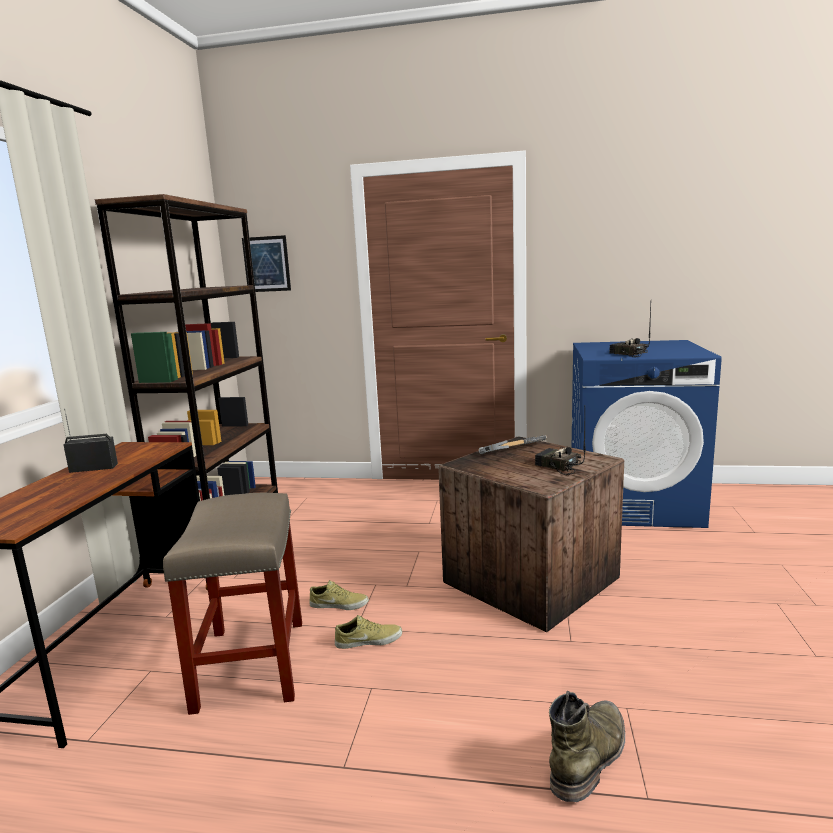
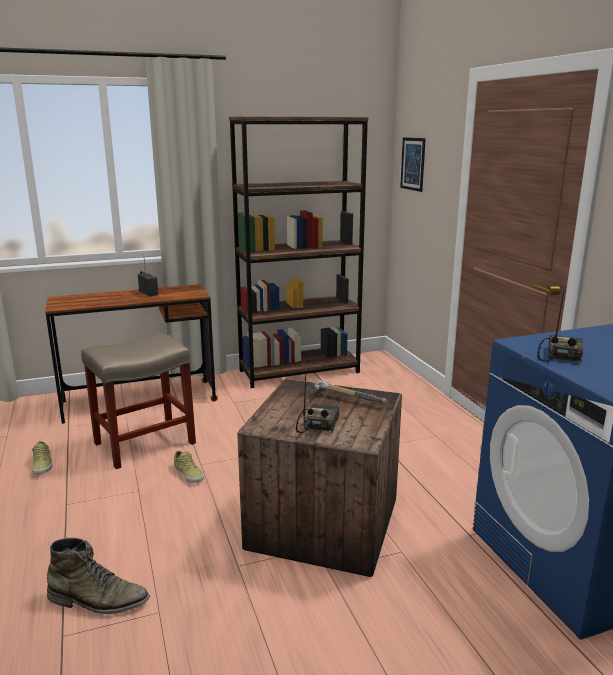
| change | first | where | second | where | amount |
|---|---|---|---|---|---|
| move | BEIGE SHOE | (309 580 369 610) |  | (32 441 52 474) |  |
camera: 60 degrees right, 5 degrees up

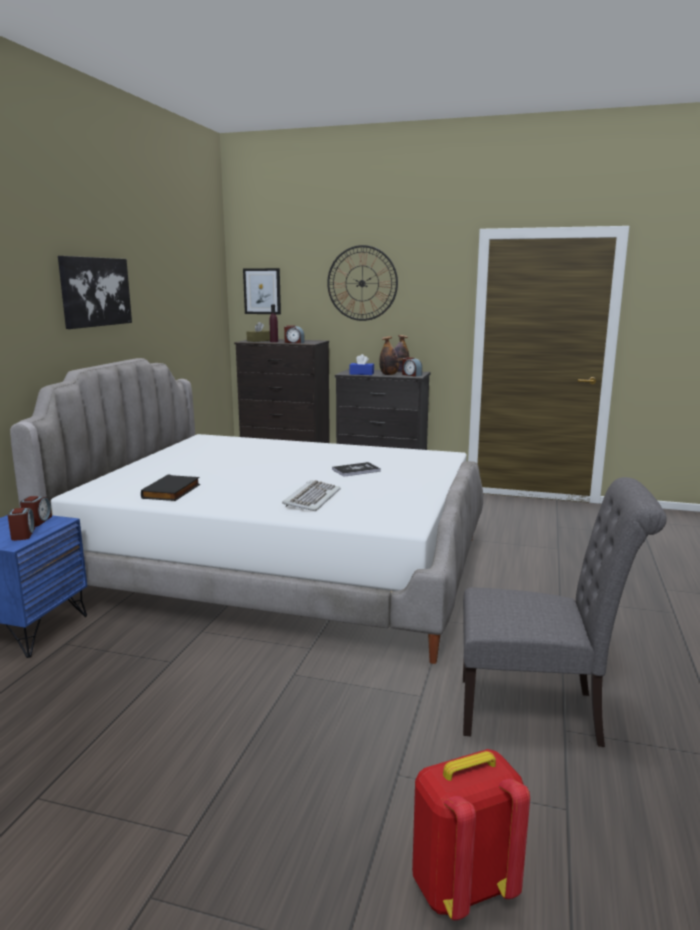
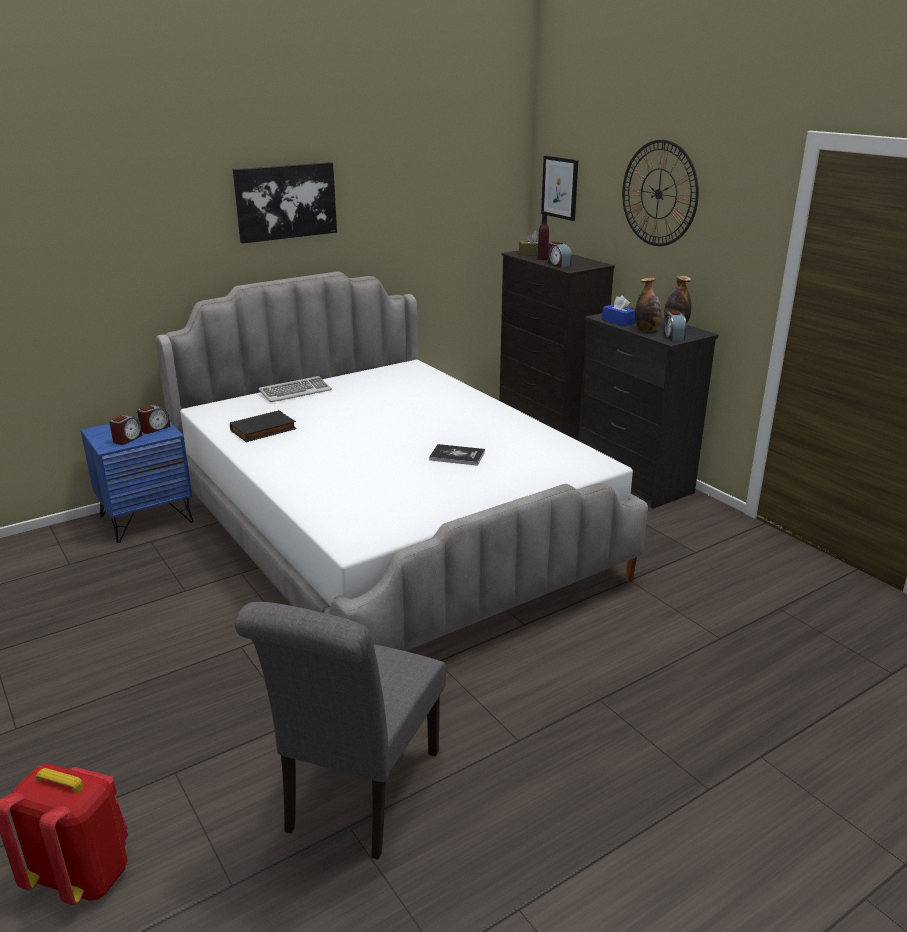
| change | first | where | second | where | amount |
|---|---|---|---|---|---|
| move | KEYBOARD | (282 480 341 511) |  | (258 376 332 402) |  |
| rotate | GREY CHAIR | (463 477 667 747) |  | (235 602 446 860) | 60 degrees clockwise |
camera: 40 degrees right, 10 degrees up

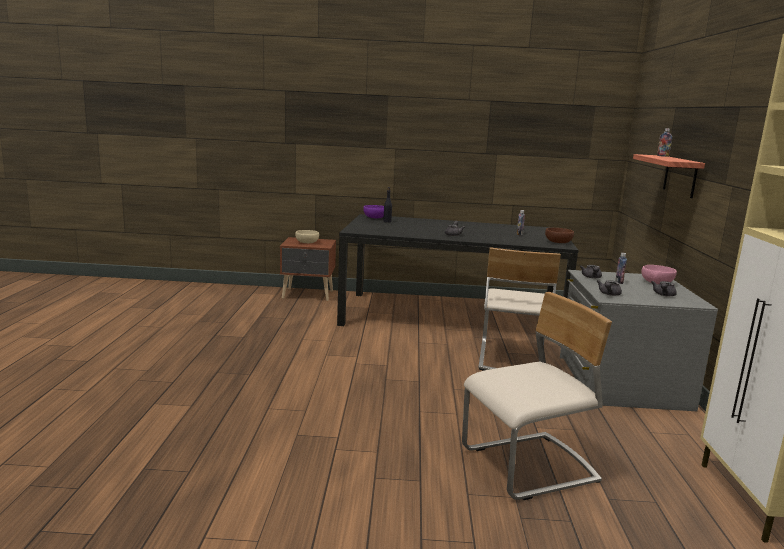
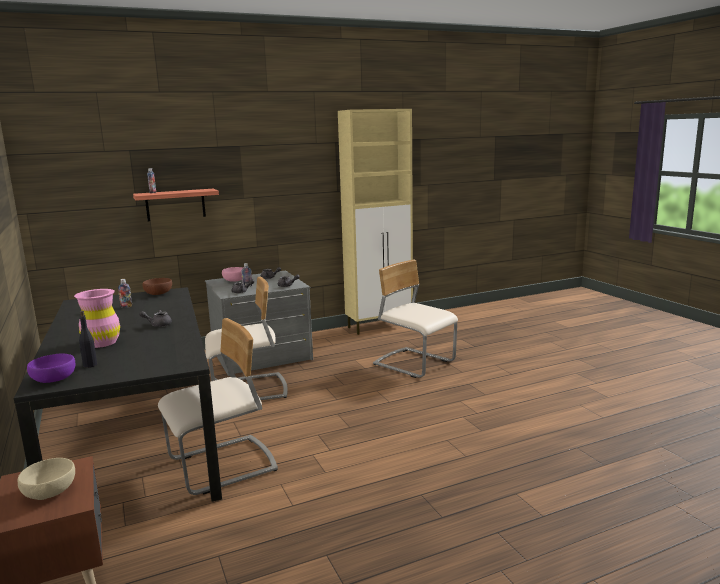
| change | first | where | second | where | amount |
|---|---|---|---|---|---|
| insert |  |  | PINK VASE | (74 289 120 348) |  |
| insert |  |  | BEIGE CHAIR | (158 318 278 495) |  |
camera: 115 degrees left, 0 degrees up

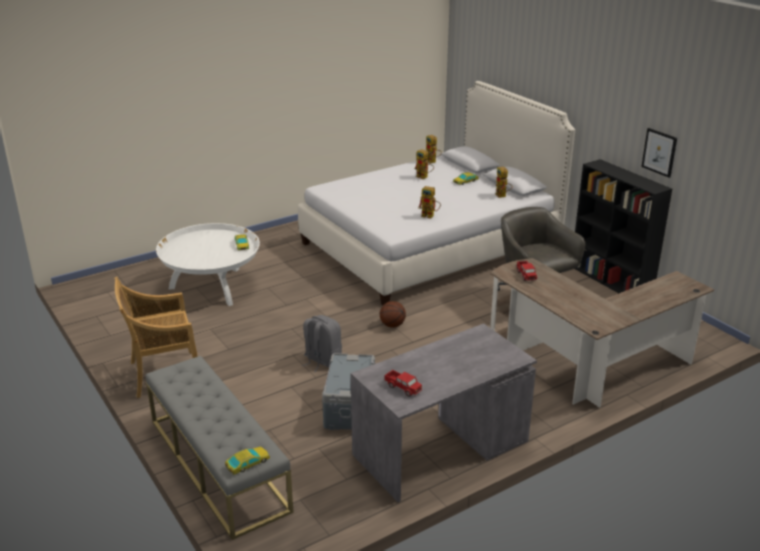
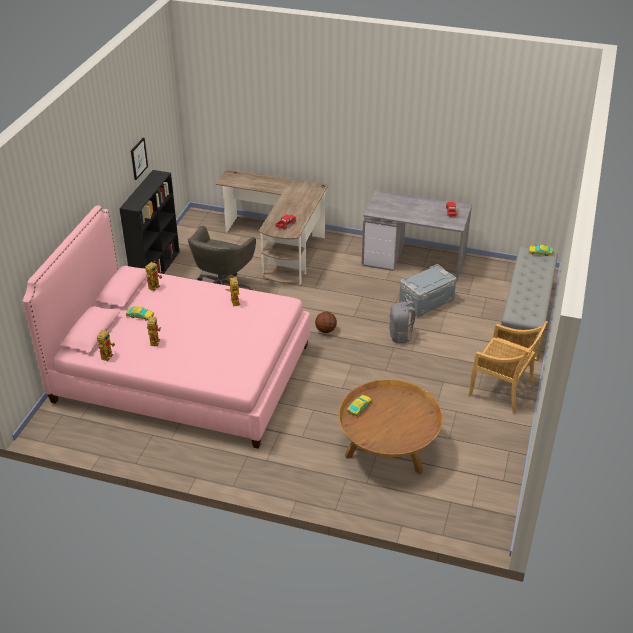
| change | first | where | second | where | amount |
|---|---|---|---|---|---|
| recolor | WHITE COFFEE TABLE | (156 223 260 306) | BROWN COFFEE TABLE | (338 379 443 475) |  |
| recolor | WHITE BED | (298 81 575 305) | PINK BED | (23 205 310 449) |  |
camera: 130 degrees left, 10 degrees up

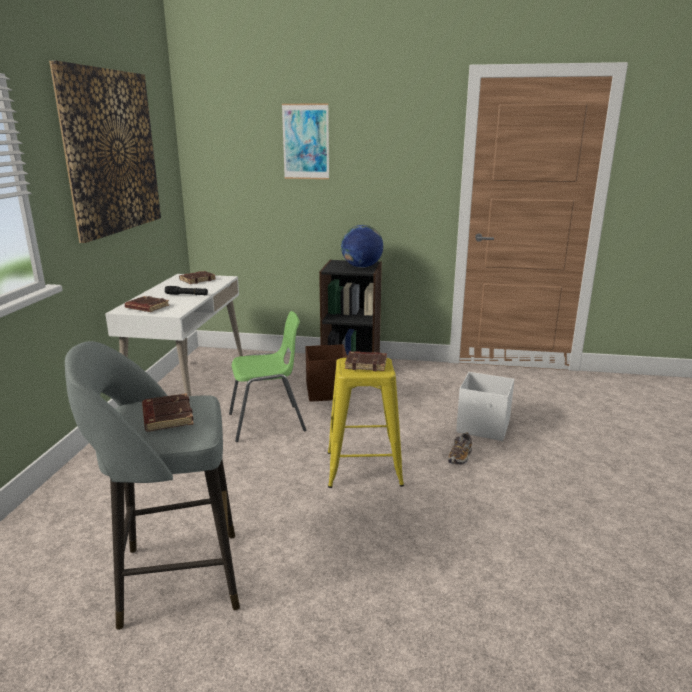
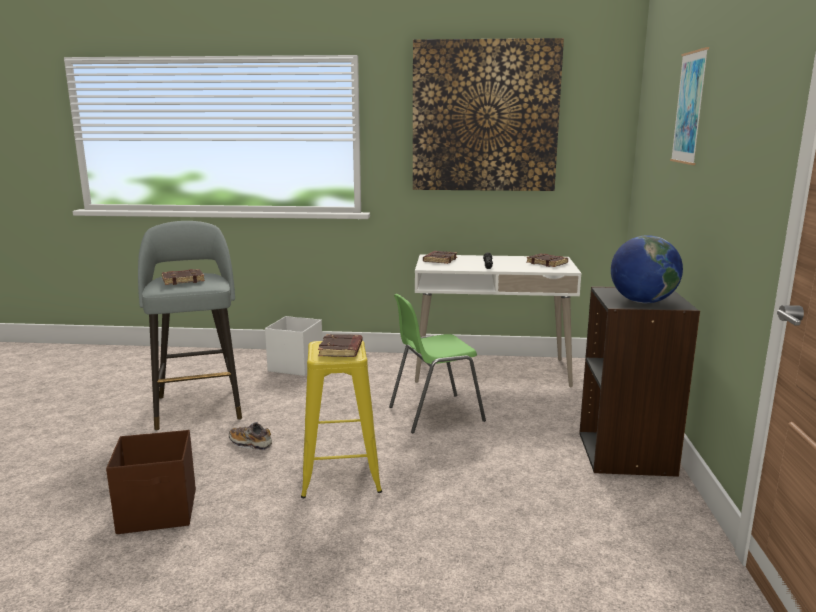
| change | first | where | second | where | amount |
|---|---|---|---|---|---|
| move | BROWN STORAGE BOX | (305 344 347 402) |  | (106 430 196 534) |  |
| move | SHOE | (448 432 472 465) |  | (229 422 272 450) |  |
| move | WHITE STORAGE BOX | (456 372 514 441) |  | (265 316 322 376) |  |
| rotate | GREEN CHAIR | (229 311 306 442) |  | (389 294 486 433) | 90 degrees clockwise |
camera: 85 degrees right, 5 degrees down

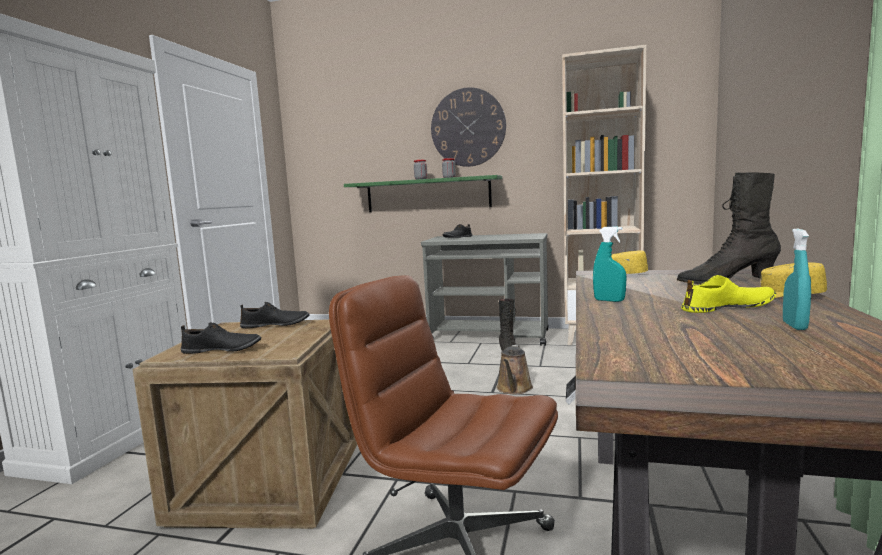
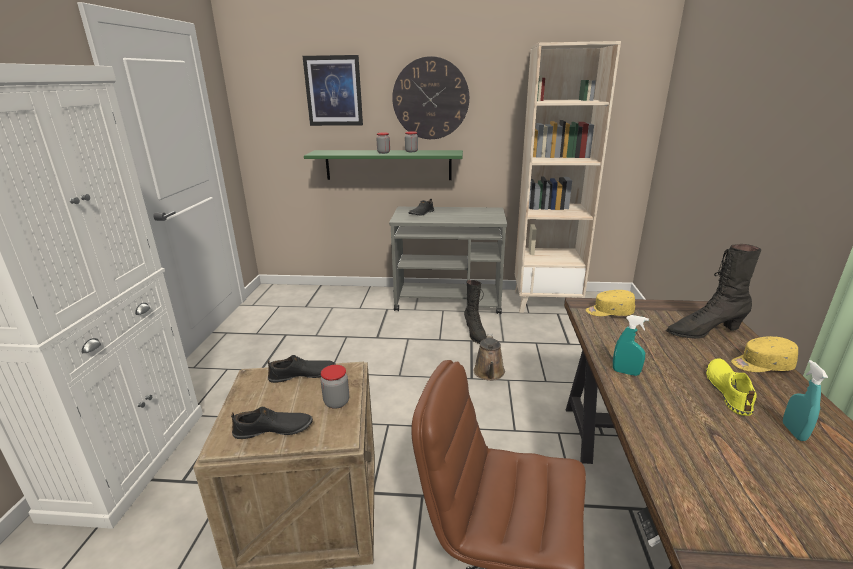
| change | first | where | second | where | amount |
|---|---|---|---|---|---|
| insert |  |  | PICTURE | (303 55 363 126) |  |
| insert |  |  | JAR | (321 365 349 409) |  |
| rotate | YELLOW SHOE | (681 275 776 313) |  | (706 358 757 416) | 60 degrees counterclockwise |
camera: 10 degrees left, 15 degrees up

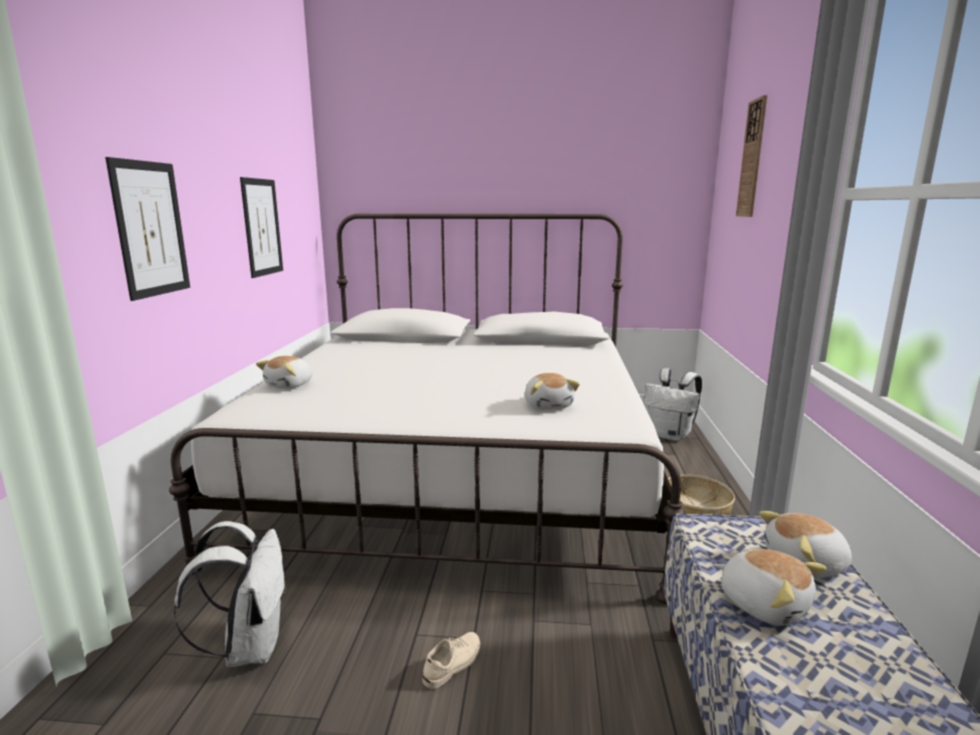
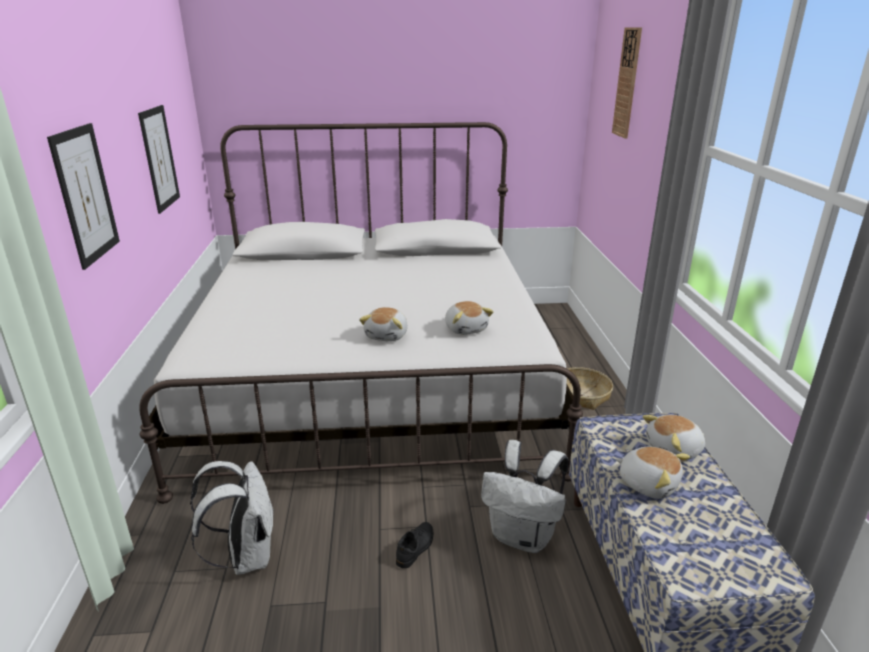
| change | first | where | second | where | amount |
|---|---|---|---|---|---|
| move | PLUSH TOY | (256 356 312 389) |  | (359 307 408 342) |  |
| move | WHITE BACKPACK | (643 368 702 441) |  | (481 440 569 553) |  |
| recolor | BEIGE SHOE | (422 632 480 689) | BLACK SHOE | (396 522 434 568) |  |
camera: 10 degrees left, 10 degrees up

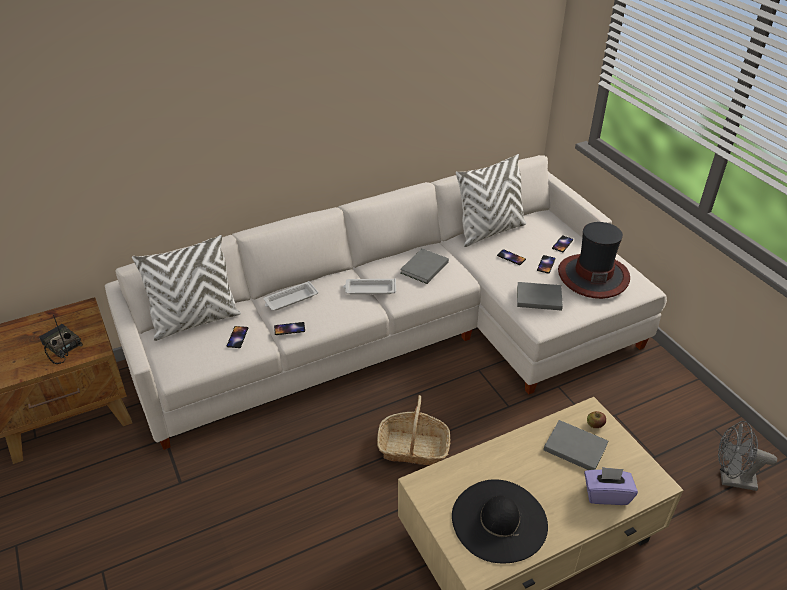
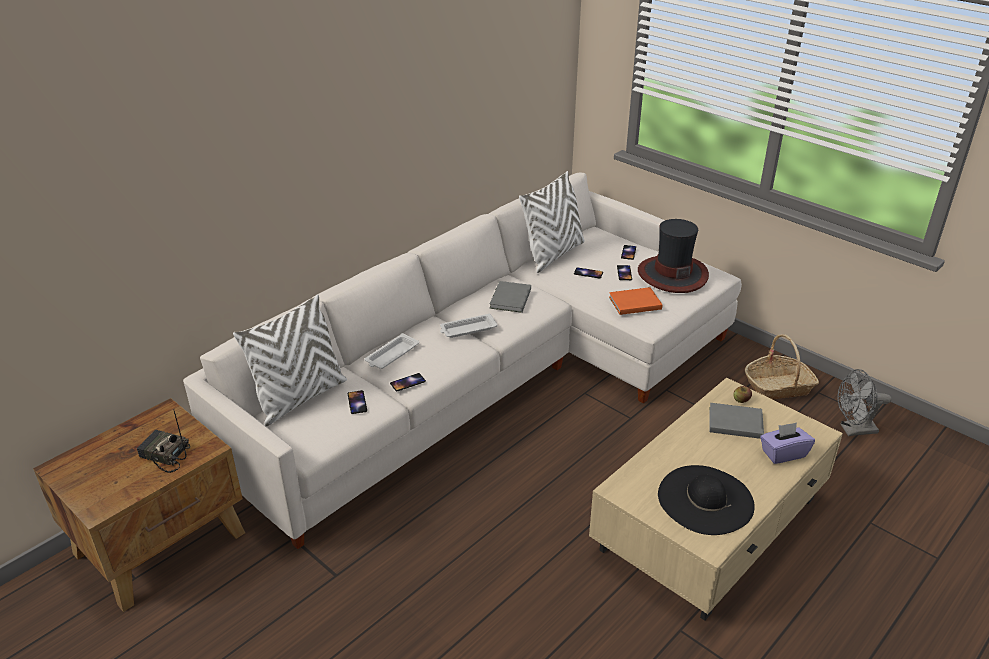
| change | first | where | second | where | amount |
|---|---|---|---|---|---|
| move | BASKET | (377 395 451 465) |  | (745 334 819 400) |  |
| recolor | GREY BOOK | (517 282 563 311) | ORANGE BOOK | (609 287 662 315) |  |
camera: 20 degrees left, 5 degrees down

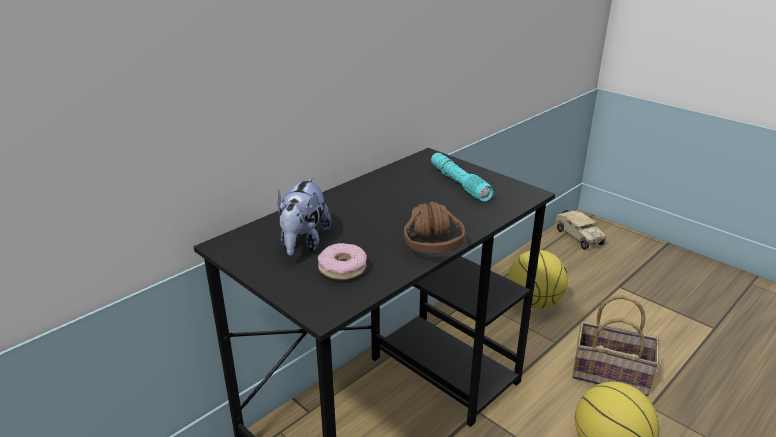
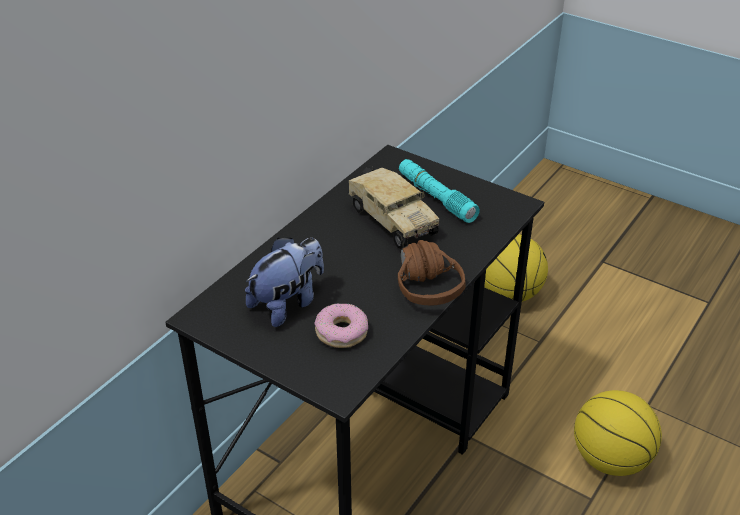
| change | first | where | second | where | amount |
|---|---|---|---|---|---|
| delete | BASKET | (572 295 659 396) |  |  |  |
| move | TOY TRUCK | (555 210 606 250) |  | (348 167 439 249) |  |
| rotate | PLUSH TOY | (278 177 331 256) |  | (245 238 324 327) | 135 degrees counterclockwise |
camera: 10 degrees left, 10 degrees up

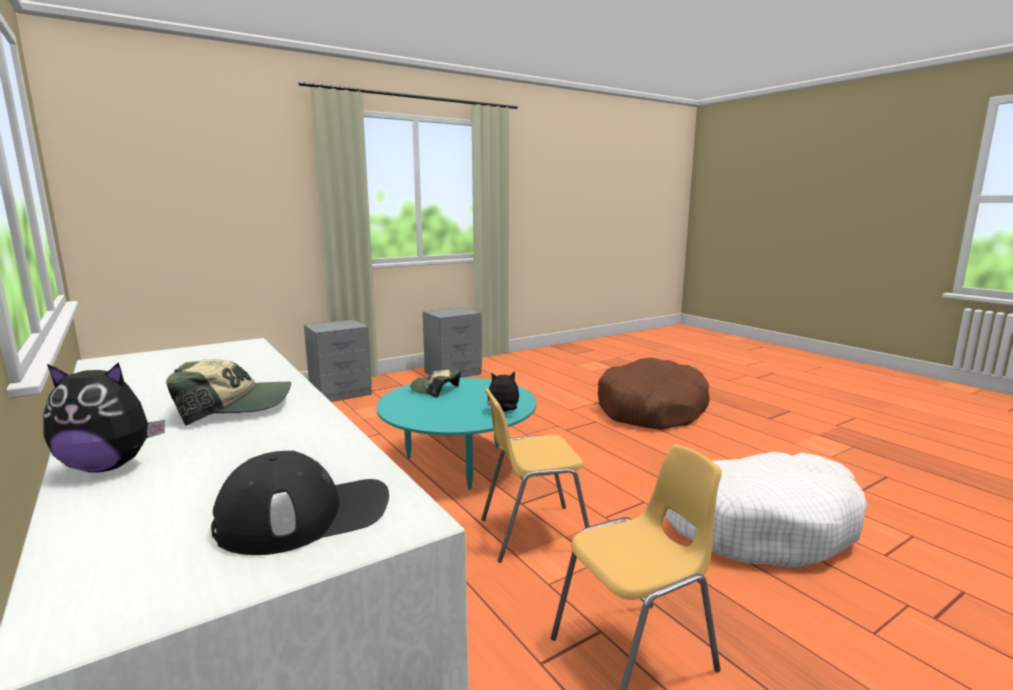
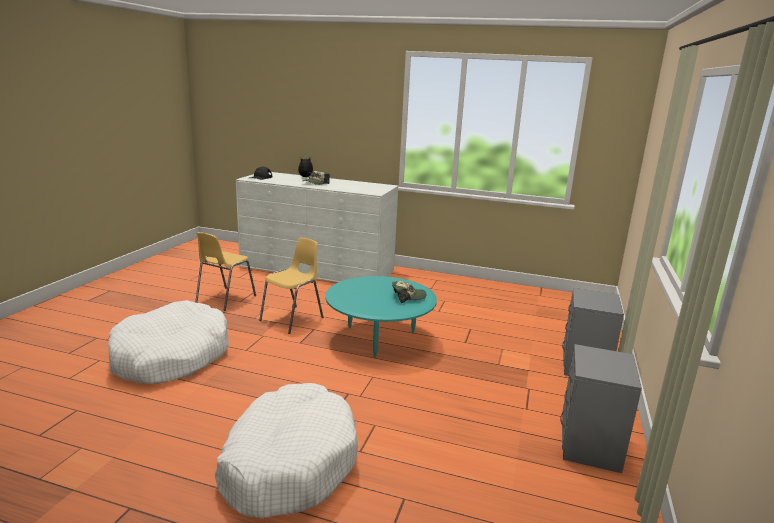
| change | first | where | second | where | amount |
|---|---|---|---|---|---|
| delete | PLUSH TOY | (487 371 519 412) |  |  |  |
| recolor | BROWN DOG BED | (598 358 710 429) | WHITE DOG BED | (215 383 358 518) |  |
camera: 140 degrees right, 5 degrees up

